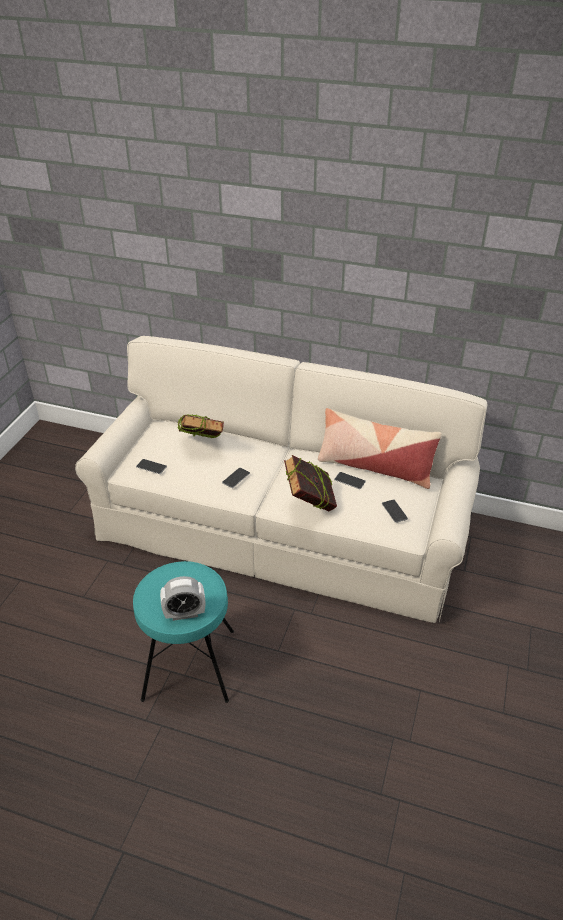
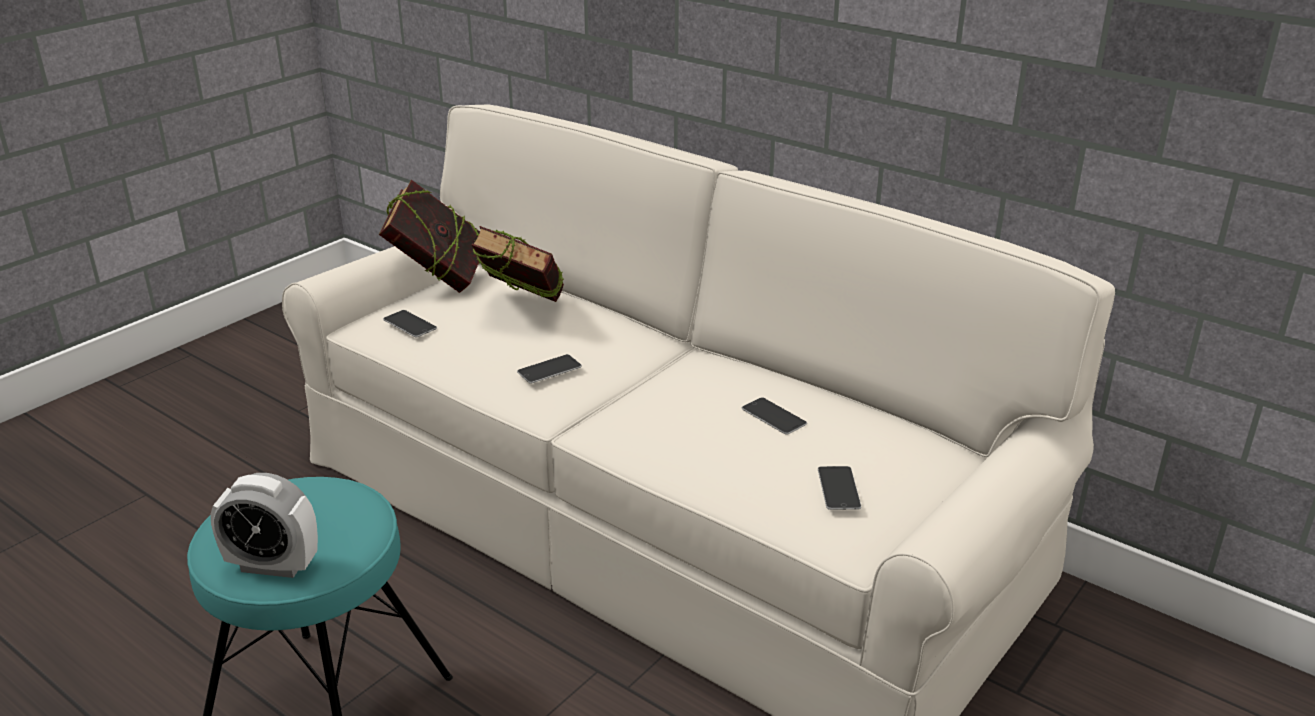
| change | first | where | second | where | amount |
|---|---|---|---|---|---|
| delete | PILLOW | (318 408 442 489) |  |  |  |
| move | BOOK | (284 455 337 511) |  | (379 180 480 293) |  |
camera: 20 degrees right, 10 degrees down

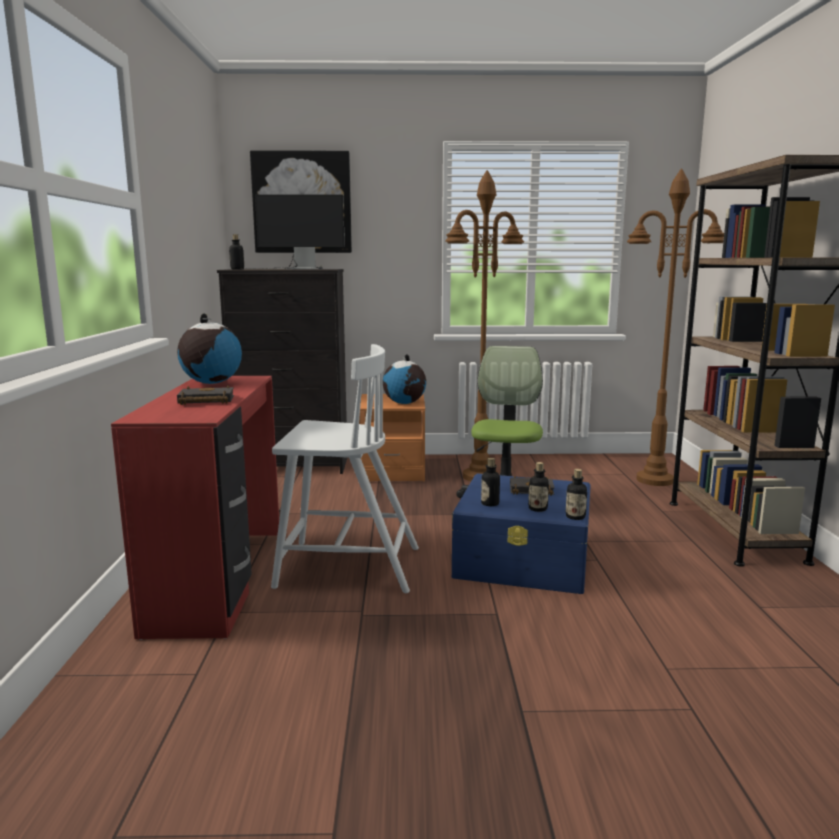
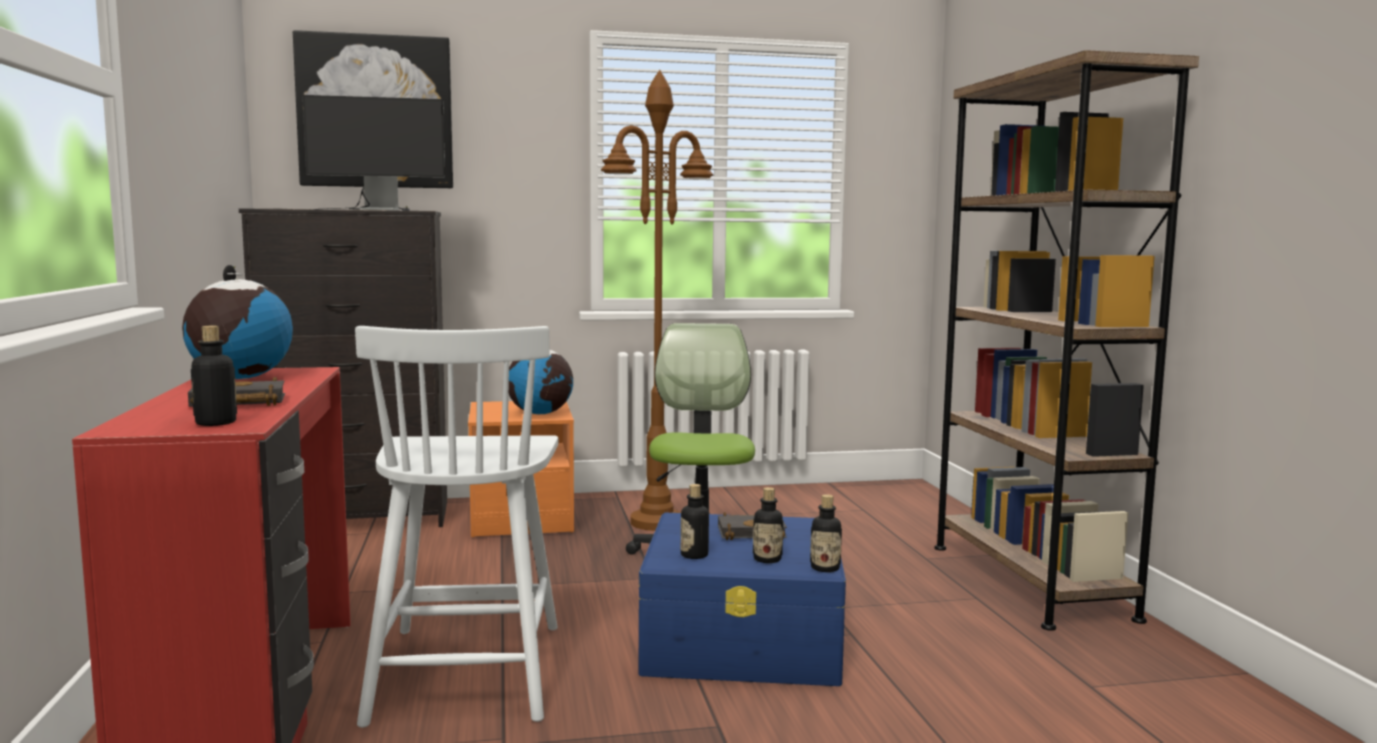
| change | first | where | second | where | amount |
|---|---|---|---|---|---|
| delete | BROWN FLOOR LAMP | (627 168 724 486) |  |  |  |
| move | BOTTLE | (229 234 244 269) |  | (191 326 237 426) |  |
| rotate | WHITE CHAIR | (271 344 419 593) |  | (355 326 558 728) | 90 degrees clockwise |
camera: 10 degrees left, 5 degrees down

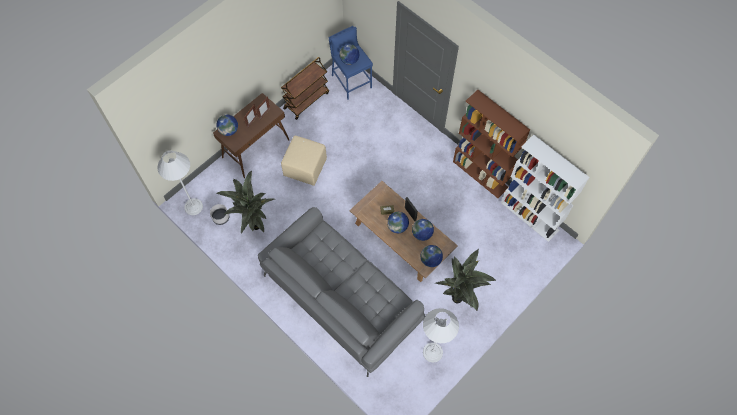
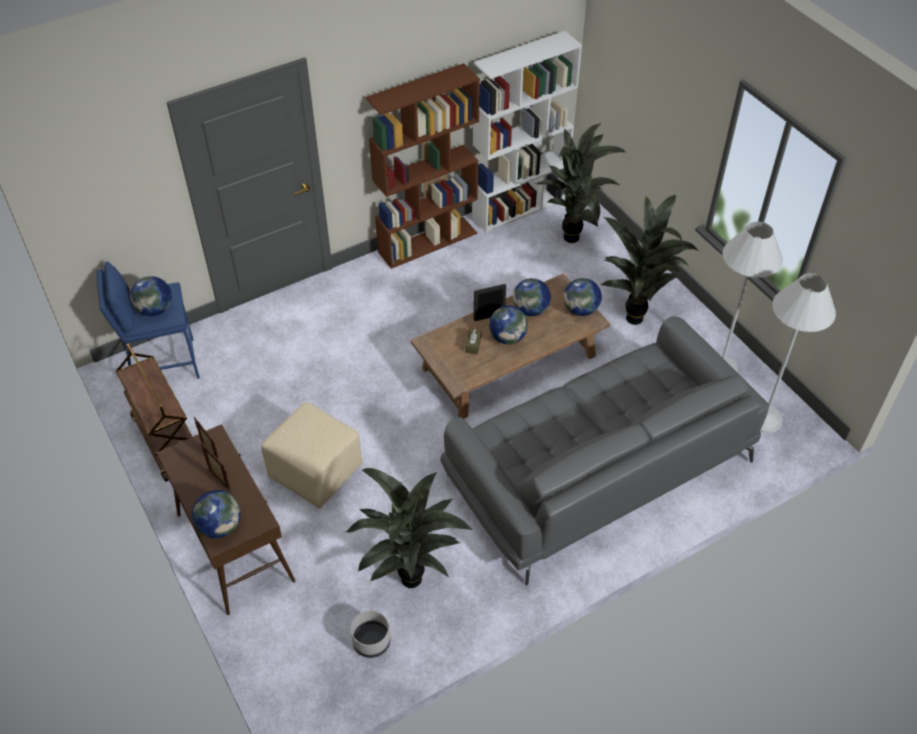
| change | first | where | second | where | amount |
|---|---|---|---|---|---|
| insert |  |  | POTTED PLANT | (536 123 626 243) |  |
| move | WHITE FLOOR LAMP | (157 150 203 215) |  | (760 273 836 433) |  |
camera: 75 degrees left, 15 degrees down

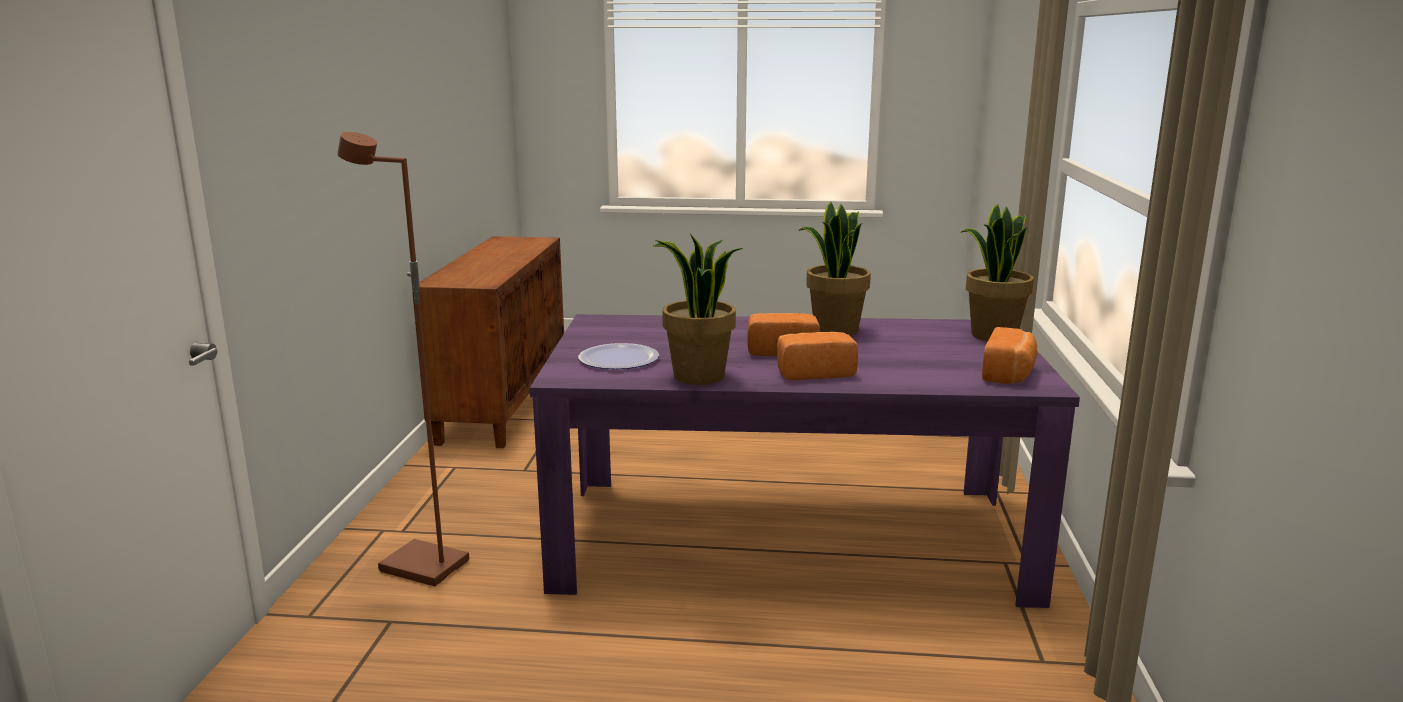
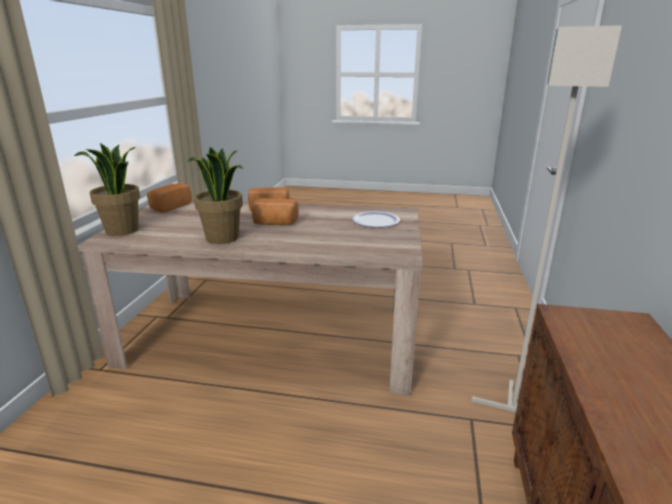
| change | first | where | second | where | amount |
|---|---|---|---|---|---|
| delete | BROWN FLOOR LAMP | (337 132 469 586) |  |  |  |
| delete | POTTED PLANT | (653 233 743 385) |  |  |  |
| insert |  |  | GREY FLOOR LAMP | (472 25 622 414) |  |
| recolor | PURPLE DINING TABLE | (530 314 1080 608) | BEIGE DINING TABLE | (77 199 423 395) |  |
camera: 175 degrees left, 5 degrees up

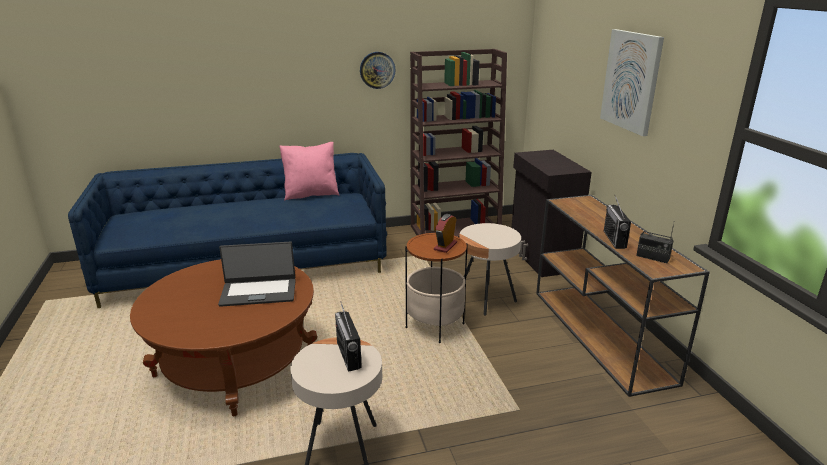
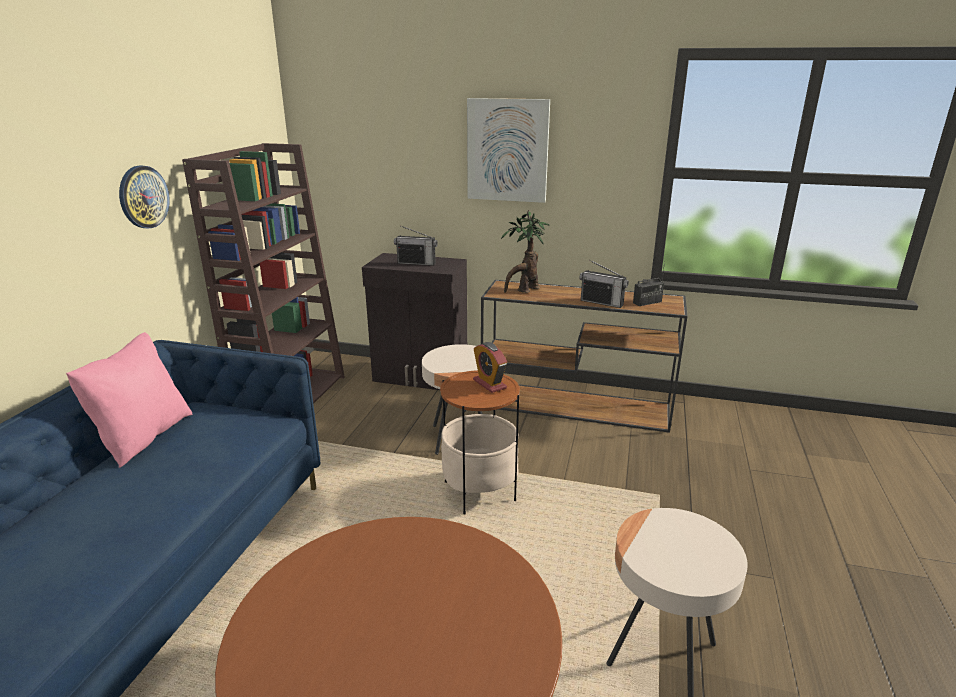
| change | first | where | second | where | amount |
|---|---|---|---|---|---|
| delete | LAPTOP | (218 242 296 307) |  |  |  |
| insert |  |  | POTTED PLANT | (501 210 550 293) |  |
| move | RADIO | (335 301 362 372) |  | (394 225 438 266) |  |
camera: 60 degrees left, 0 degrees up

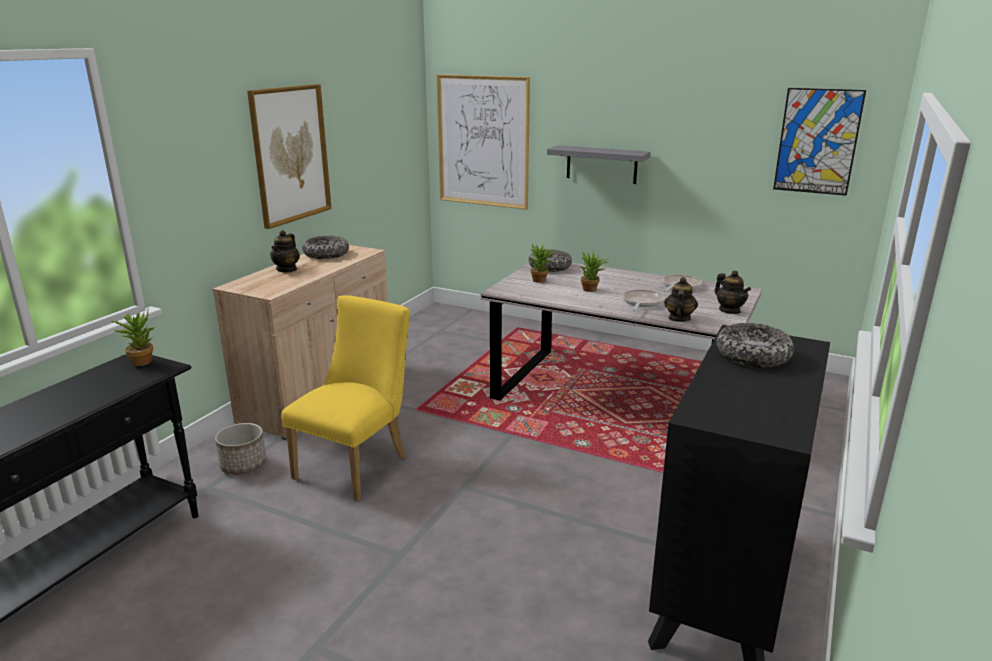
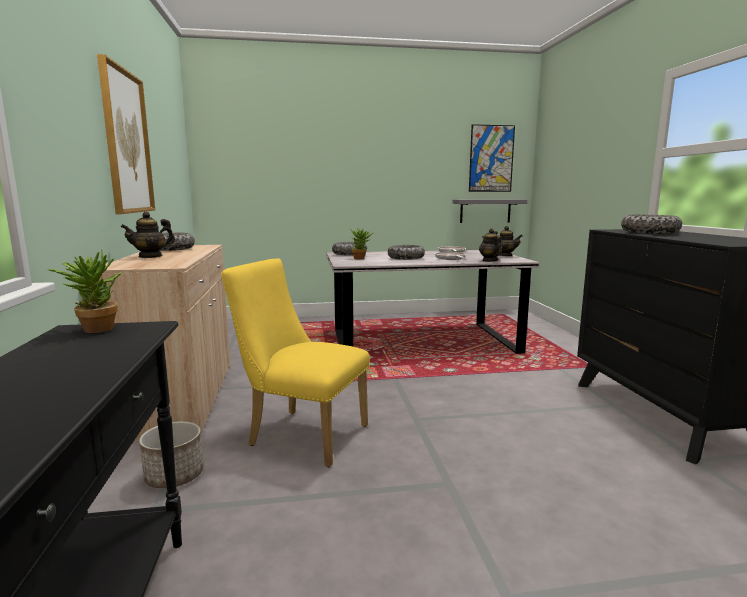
| change | first | where | second | where | amount |
|---|---|---|---|---|---|
| delete | PICTURE | (436 74 530 210) |  |  |  |
| move | GREY SHELF | (547 145 651 184) |  | (452 199 528 223) |  |
| replace | POTTED PLANT | (580 251 608 292) | BOWL | (388 245 425 260) |  |
| rotate | TEAPOT | (270 230 300 272) |  | (121 212 175 258) | 75 degrees clockwise |
| rotate | YELLOW CHAIR | (281 295 410 502) |  | (221 259 370 467) | 60 degrees counterclockwise |
camera: 35 degrees left, 10 degrees down

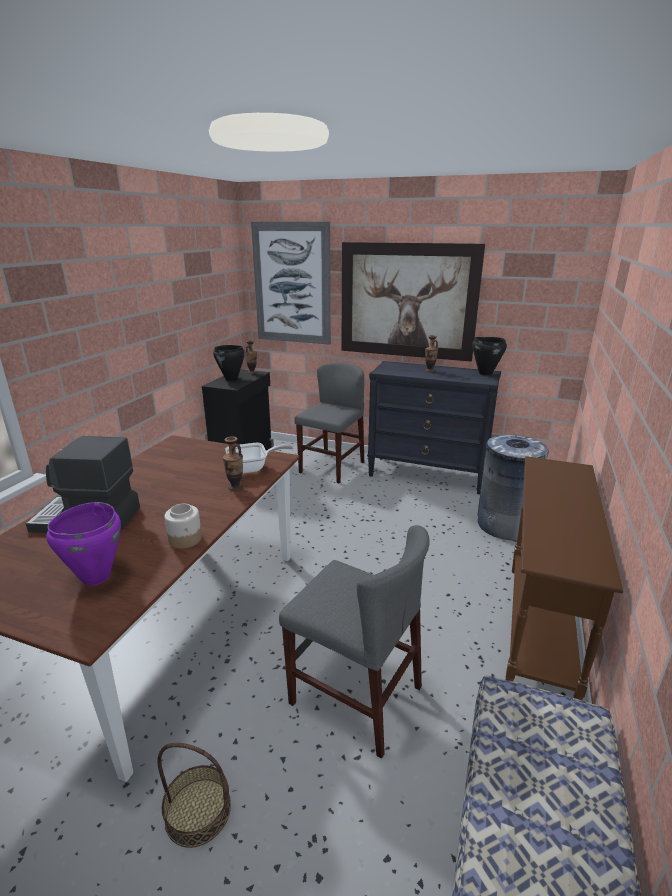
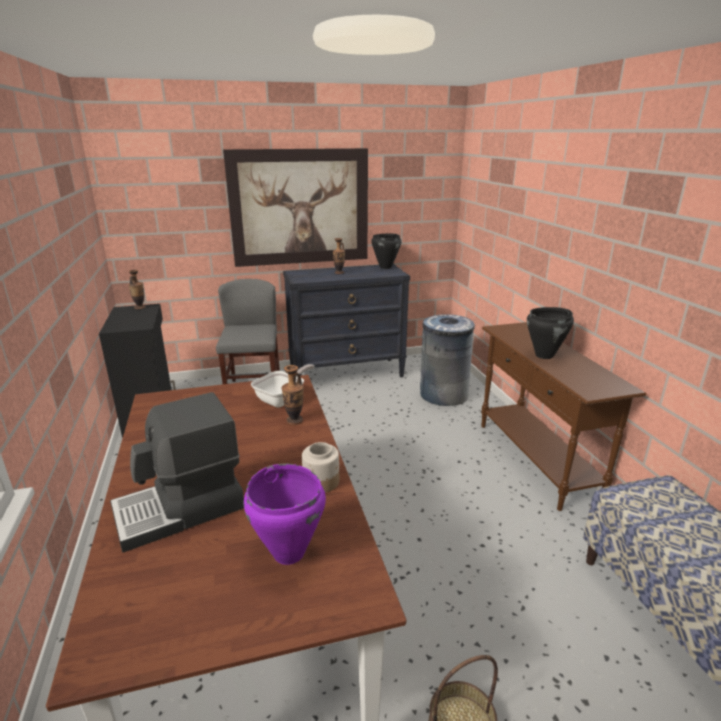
| change | first | where | second | where | amount |
|---|---|---|---|---|---|
| delete | PICTURE | (251 222 331 345) |  |  |  |
| delete | GREY CHAIR | (279 525 430 759) |  |  |  |
| move | BLACK COOKING POT | (213 345 245 381) |  | (527 307 574 359) |  |
camera: 35 degrees left, 0 degrees up

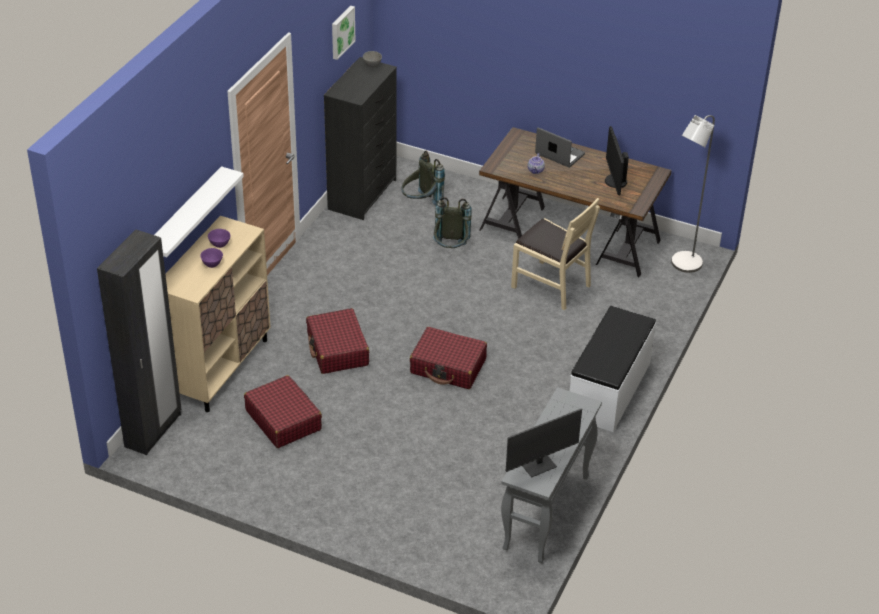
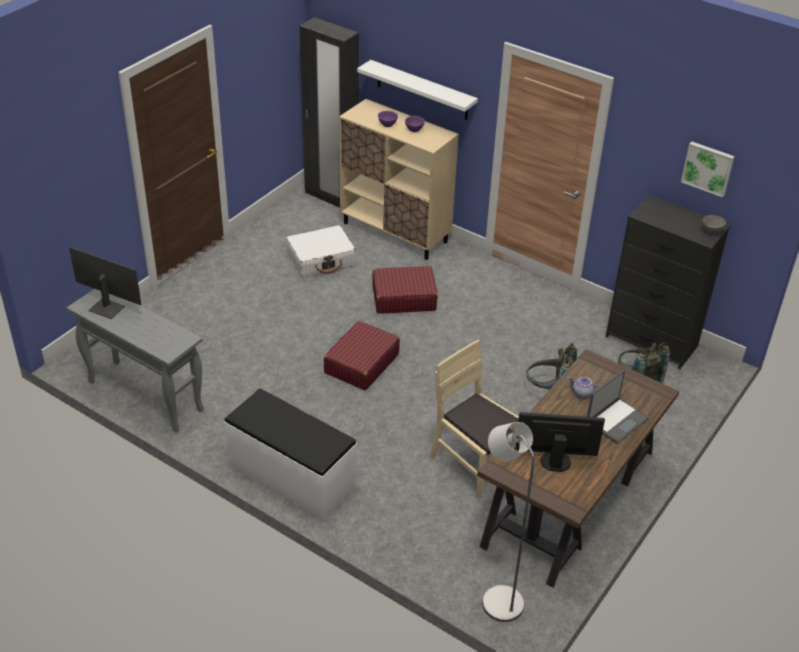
| change | first | where | second | where | amount |
|---|---|---|---|---|---|
| recolor | RED SUITCASE | (244 375 322 448) | WHITE SUITCASE | (286 225 356 277) |  |
| rotate | MONITOR | (506 409 582 477) |  | (69 247 141 319) | 135 degrees clockwise |
| rotate | BEIGE CHAIR | (511 198 600 310) |  | (430 339 519 499) | 90 degrees clockwise |
camera: 100 degrees right, 0 degrees up

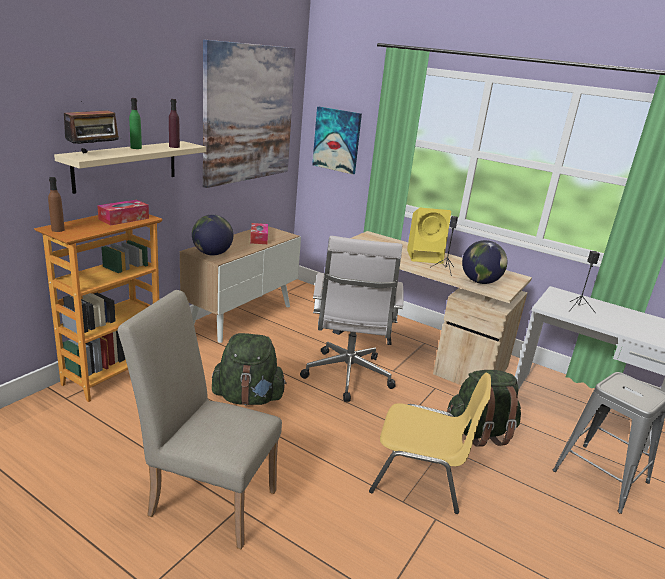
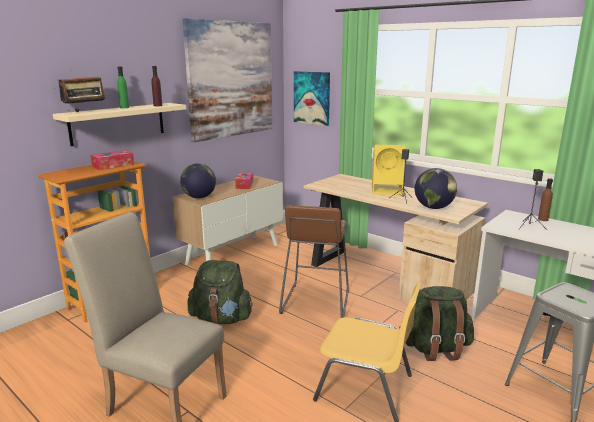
| change | first | where | second | where | amount |
|---|---|---|---|---|---|
| move | BROWN BOTTLE | (48 177 65 232) |  | (538 178 553 221) |  |
| replace | WHITE OFFICE CHAIR | (300 236 403 402) | BROWN STOOL | (279 205 349 318) |  |
camera: 10 degrees right, 5 degrees down

